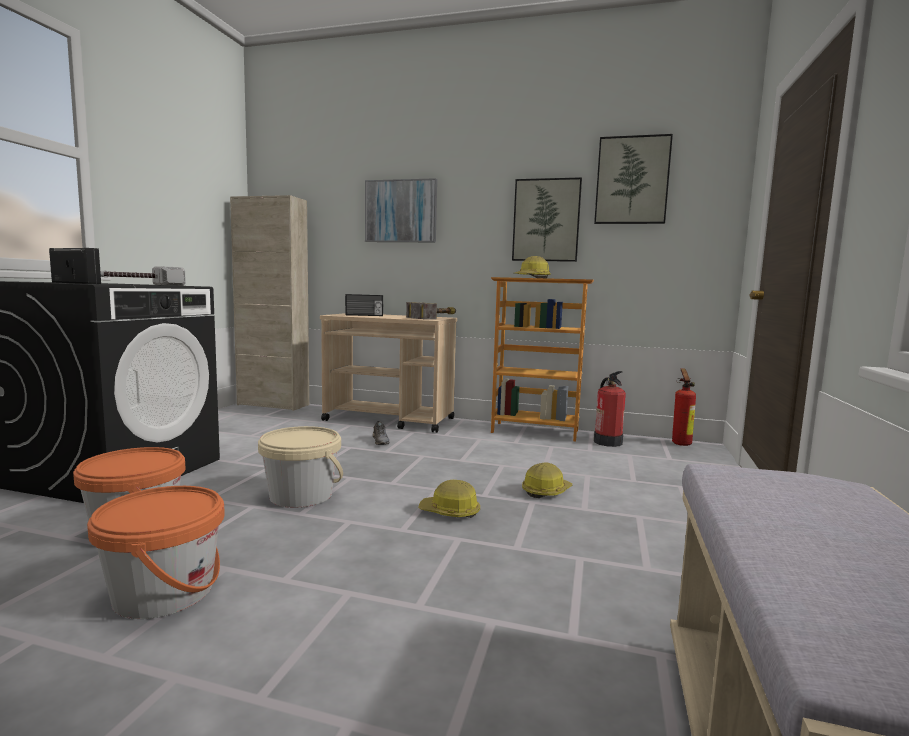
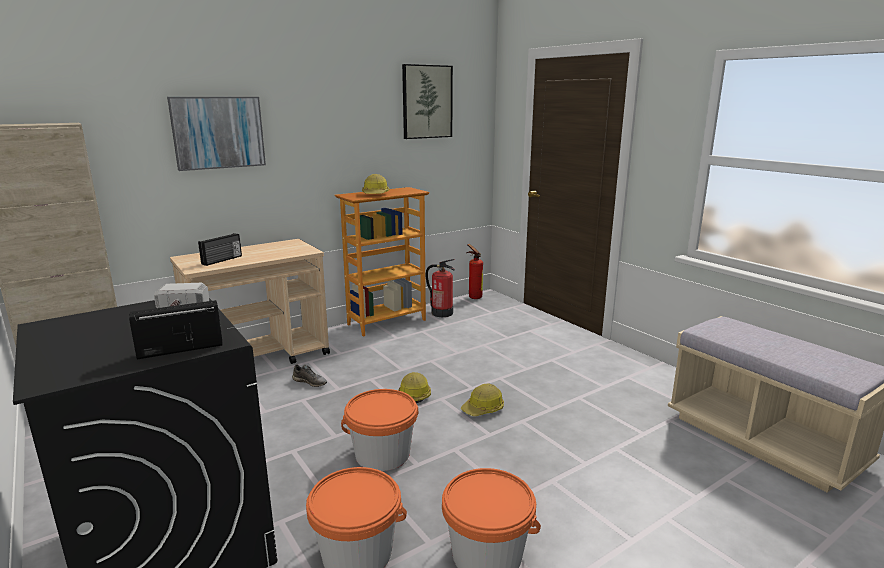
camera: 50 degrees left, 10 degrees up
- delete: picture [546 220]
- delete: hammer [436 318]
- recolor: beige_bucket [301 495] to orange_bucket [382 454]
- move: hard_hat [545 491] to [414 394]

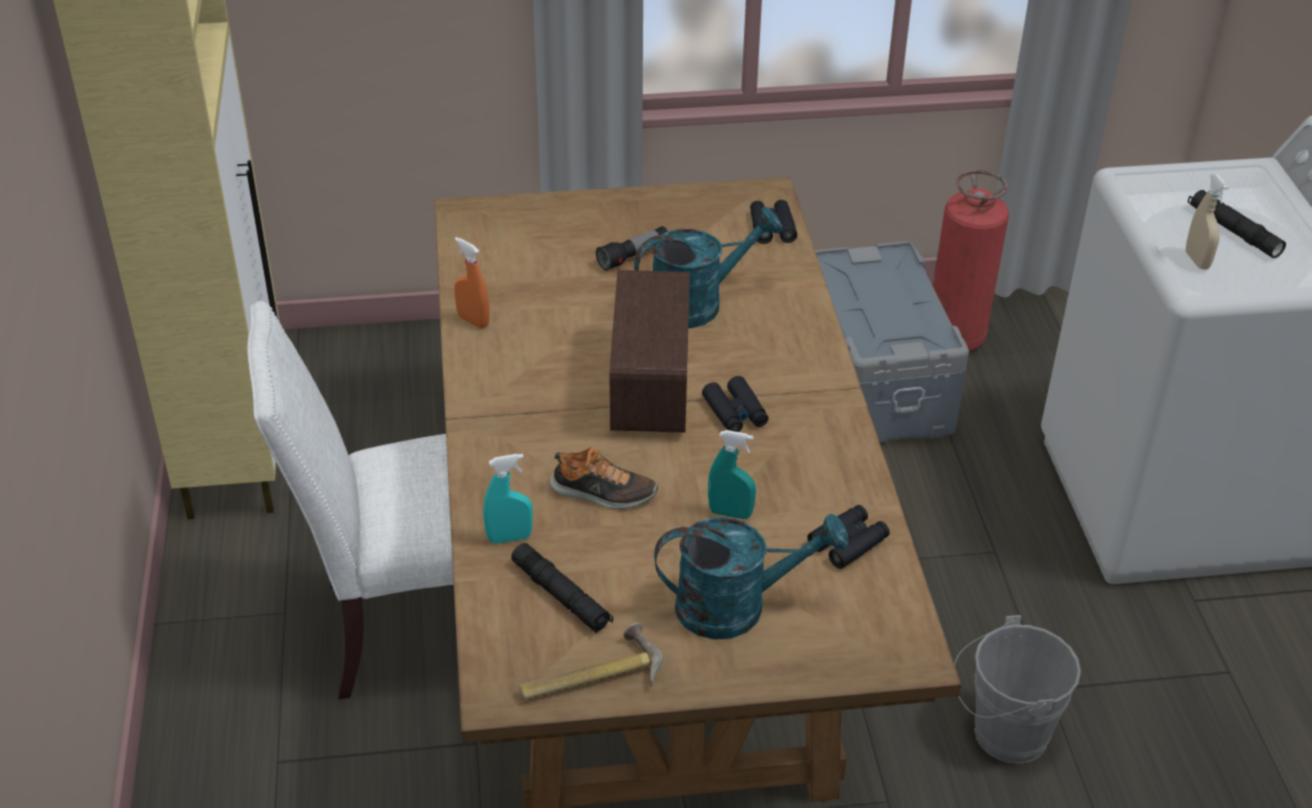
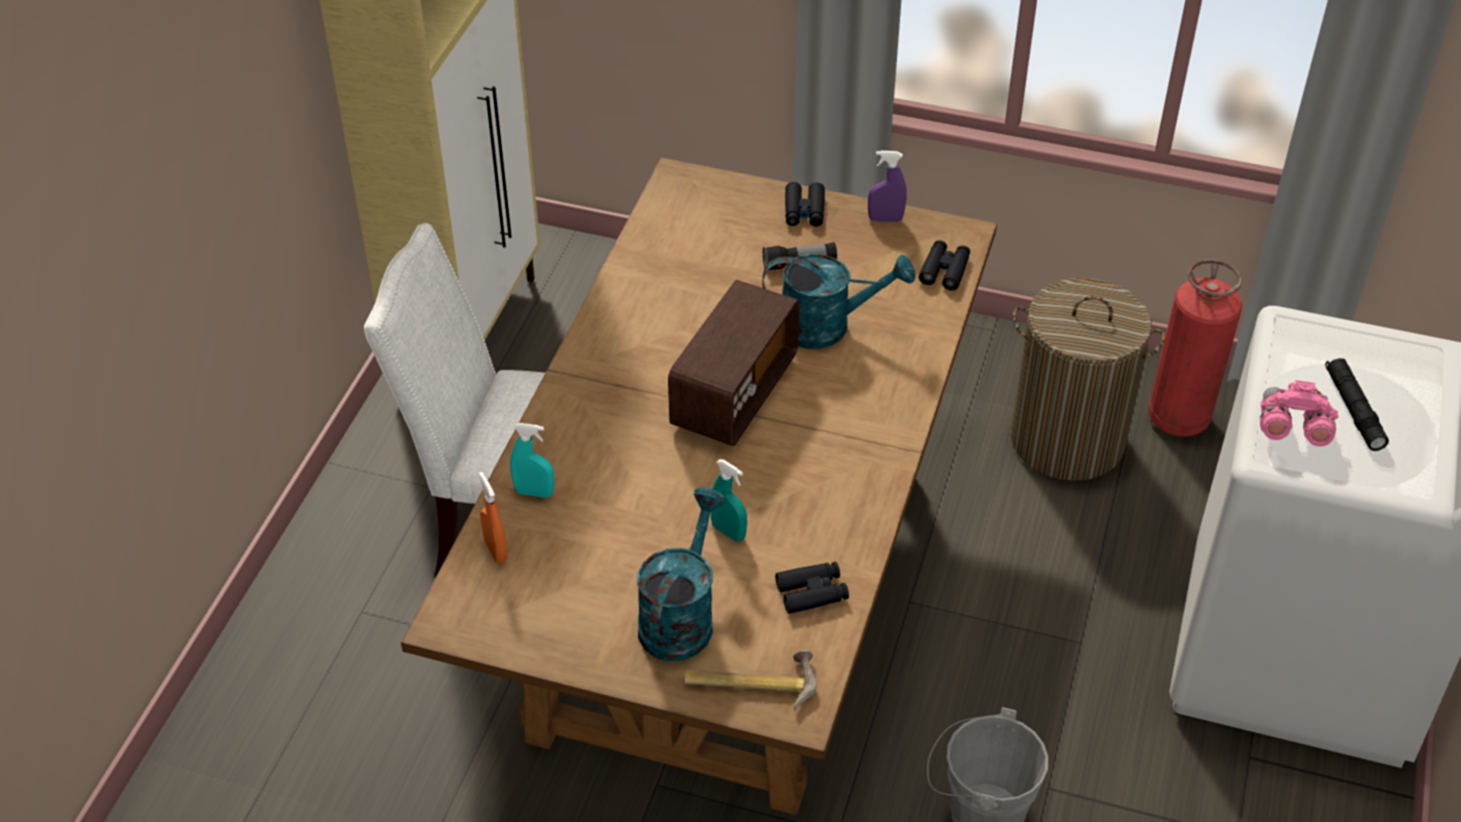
camera: 25 degrees right, 5 degrees up
- replace: beige_spray_bottle [1197 260] to pink_binoculars [1291 429]
- move: orange_spray_bottle [473 321] to [496 550]
- replace: grey_storage_box [873 383] to laundry_basket [1067 440]
- move: black_binoculars [735 412] to [804 211]
- delete: shoe [602 493]
- rotate: turquoise_watering_can [737 606] = [680 616] 90 degrees counterclockwise
- delete: black_flashlight [561 596]
- move: hammer [590 675] to [750 681]
- insert: purple_spray_bottle [885 219]

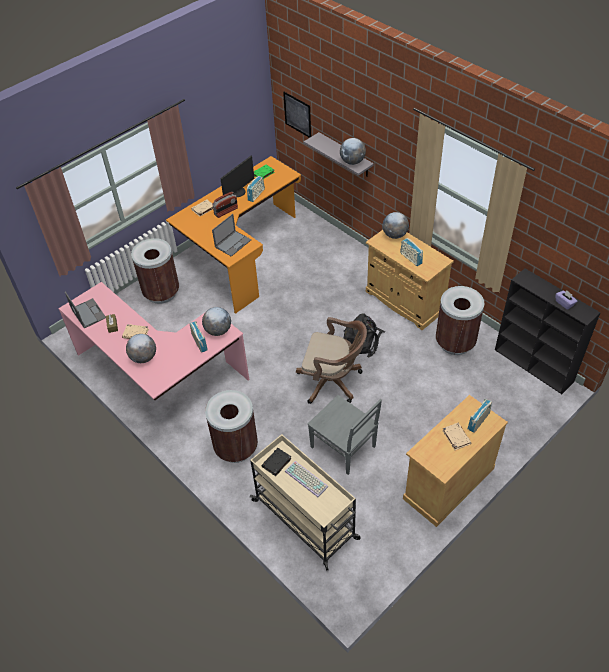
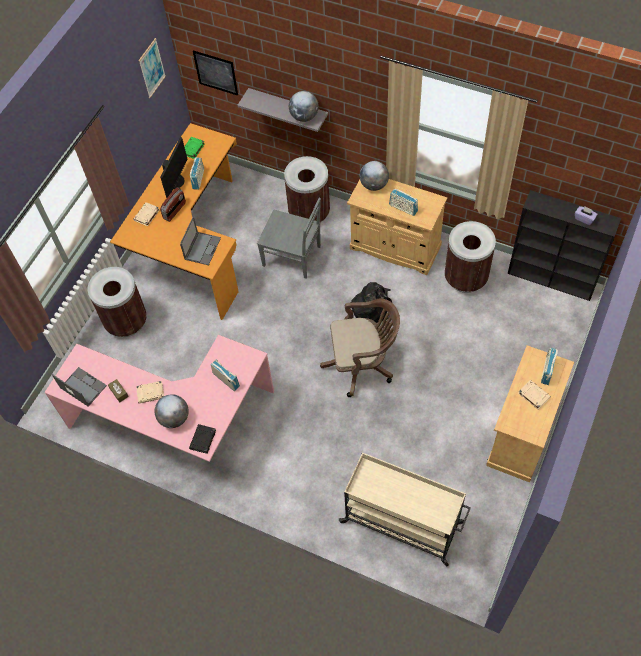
camera: 20 degrees left, 10 degrees up
- delete: globe [218 330]
- move: brown_trash_can [236 447] to [309 213]
- move: grey_chair [344 448] to [293 257]
- move: black_book [276 463] to [203 440]
- delete: keyboard [307 479]
- insert: picture [152 68]

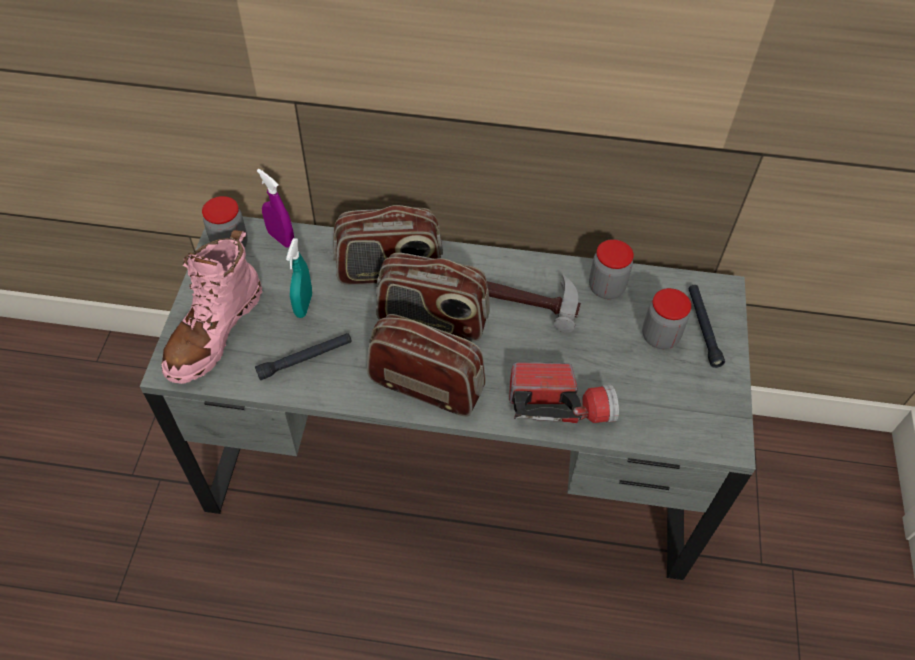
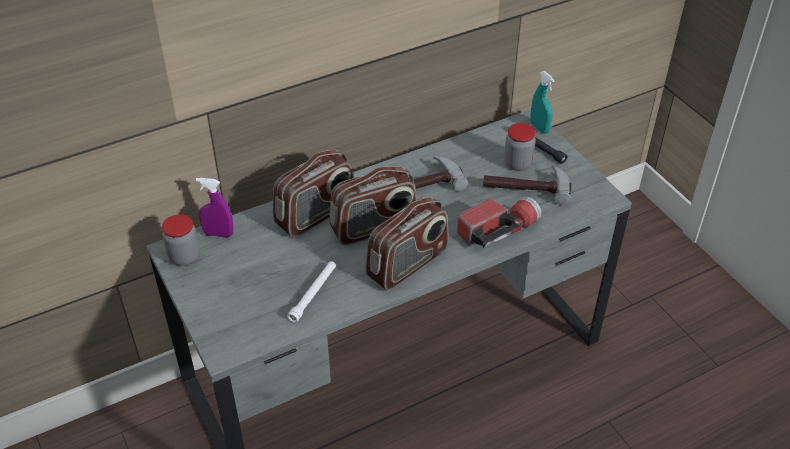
camera: 35 degrees left, 10 degrees down
- delete: pink_boot [214 331]
- move: turquoise_spray_bottle [303 305] to [539 128]
- delete: jar [606 287]
- rotate: radio [426 385] = [408 264] 150 degrees clockwise
- recolor: black_flashlight [305 359] to white_flashlight [313 294]
- insert: hammer [526 187]

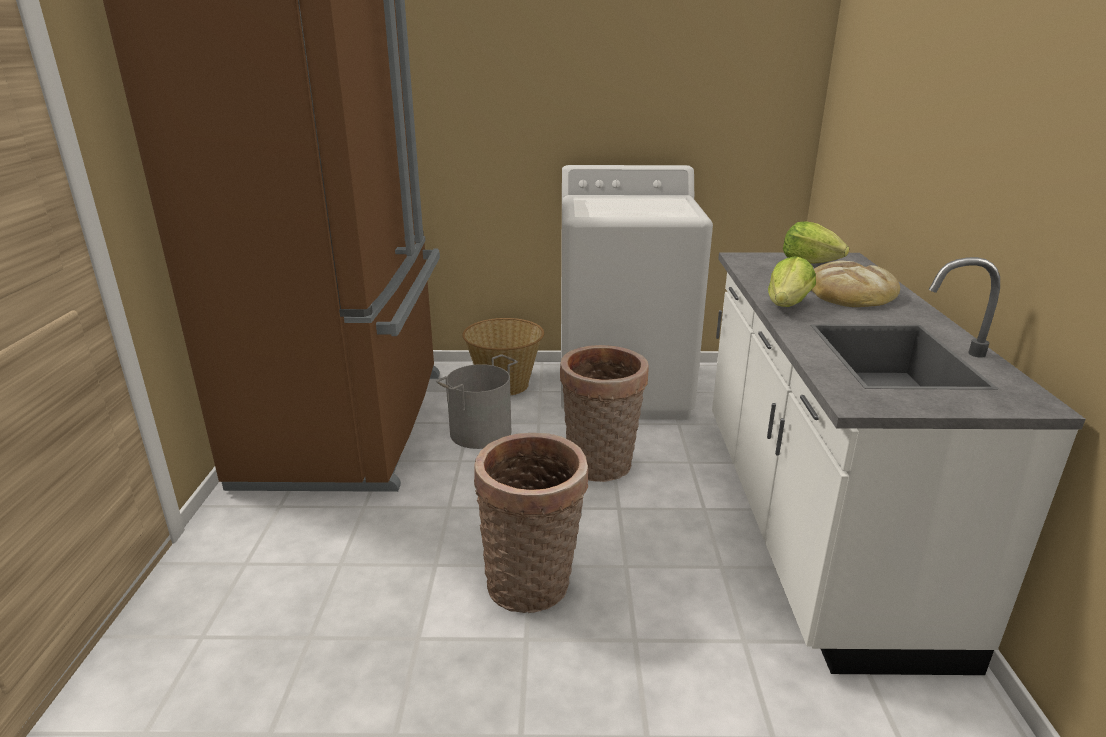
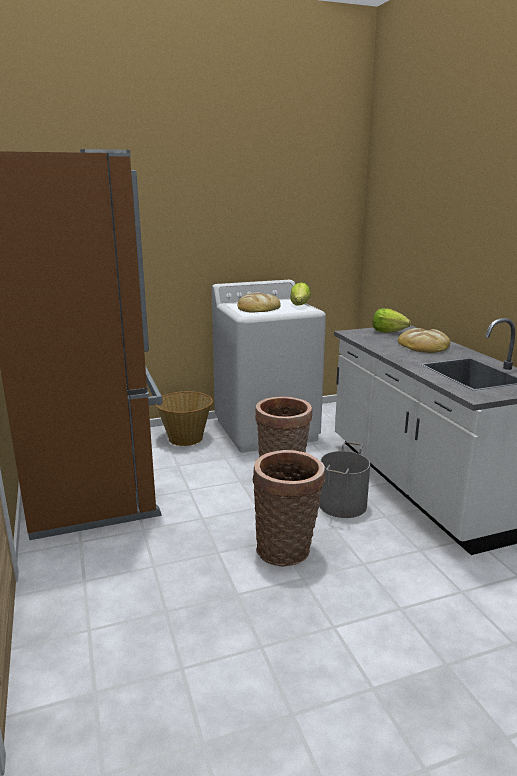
camera: 20 degrees left, 5 degrees down
- move: lettuce [787 305] to [299 305]
- move: grey_bucket [481 433] to [343 504]
- insert: bread [258 307]

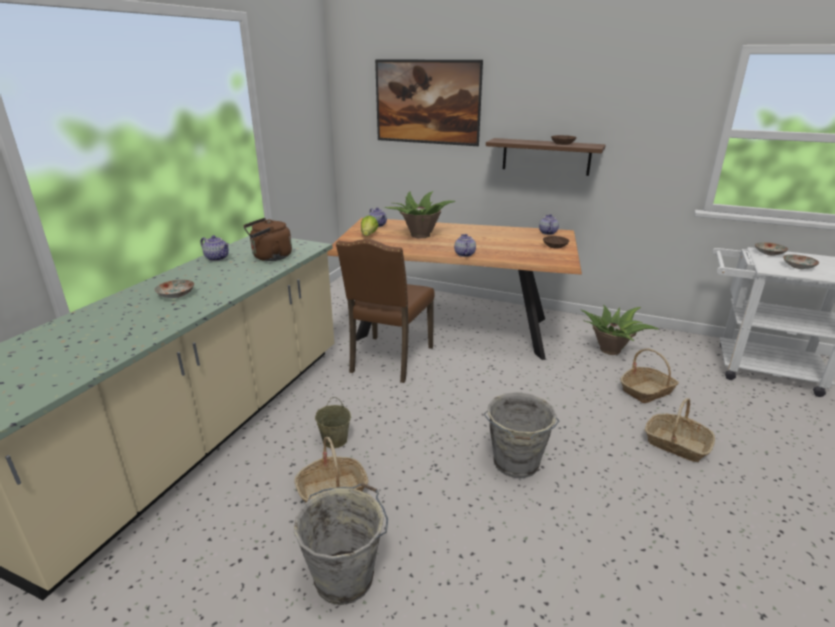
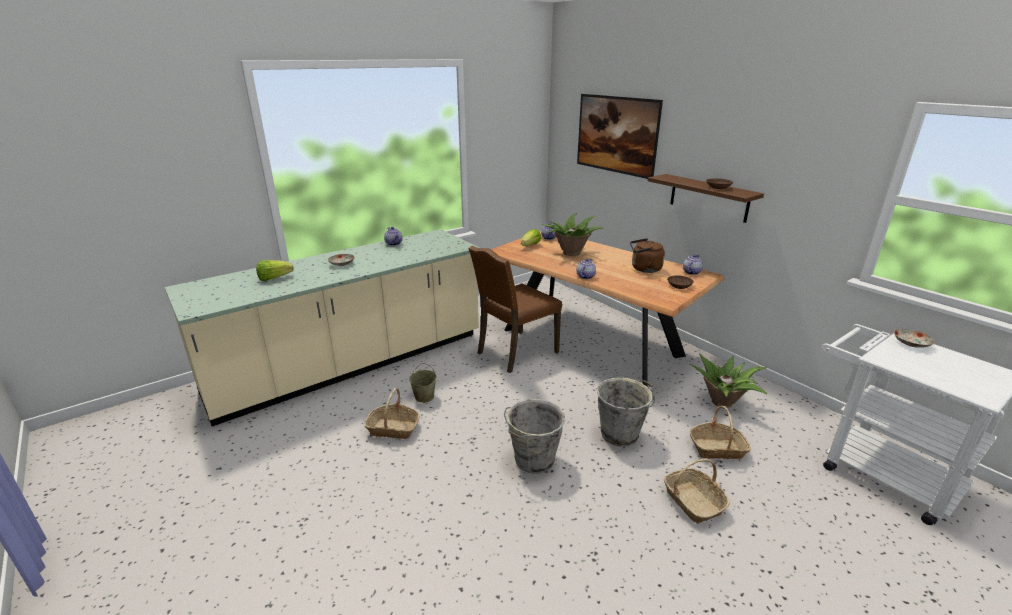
camera: 30 degrees right, 0 degrees up
- move: brown_kettle [270 257] to [644 269]
- delete: plate [799 267]
- move: grey_bucket [346 576] to [620 434]
- insert: lettuce [274 278]

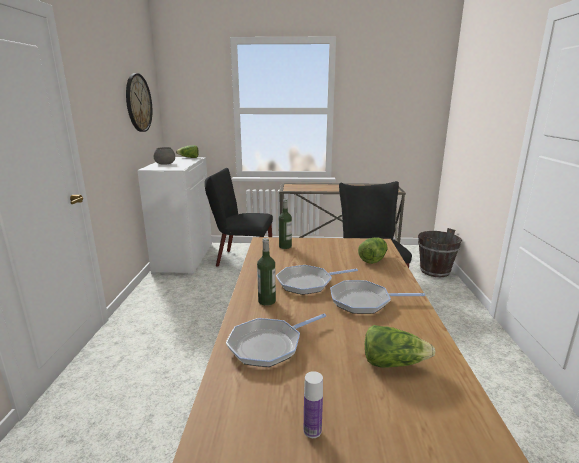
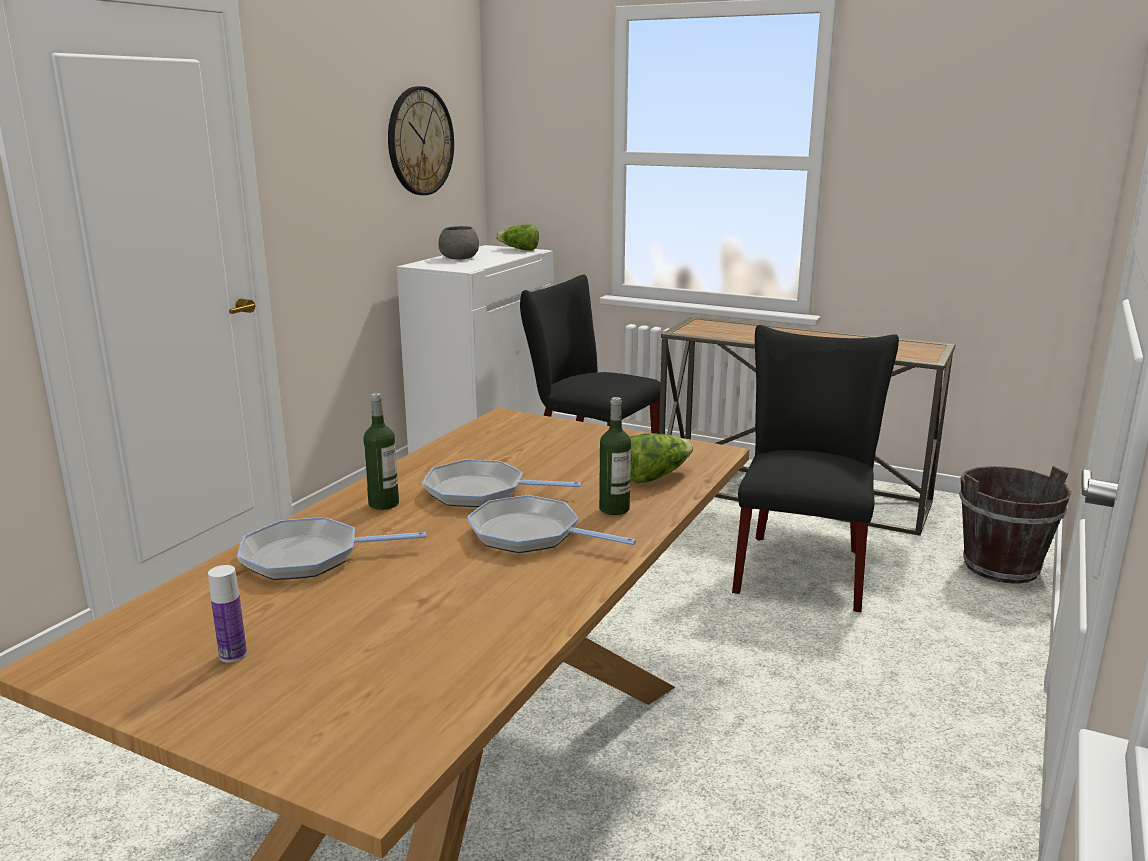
camera: 25 degrees right, 0 degrees up
- move: bottle [285 246] to [614 509]
- delete: lettuce [393 362]

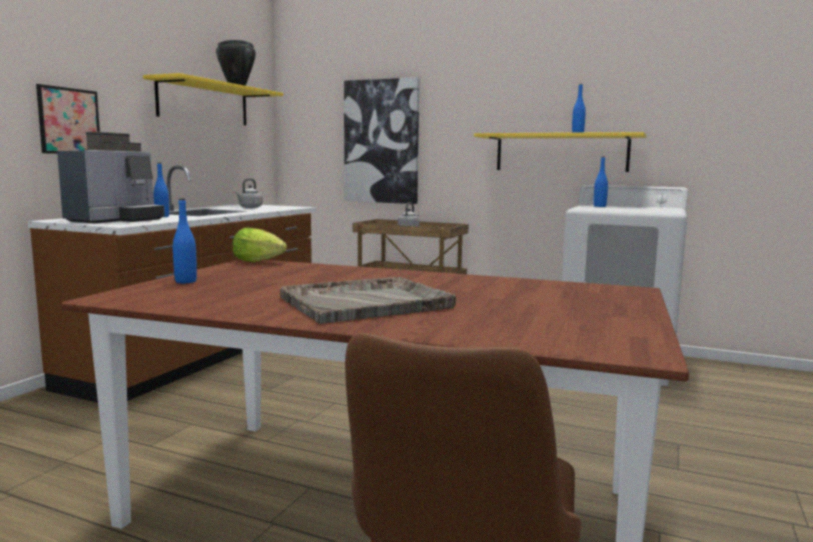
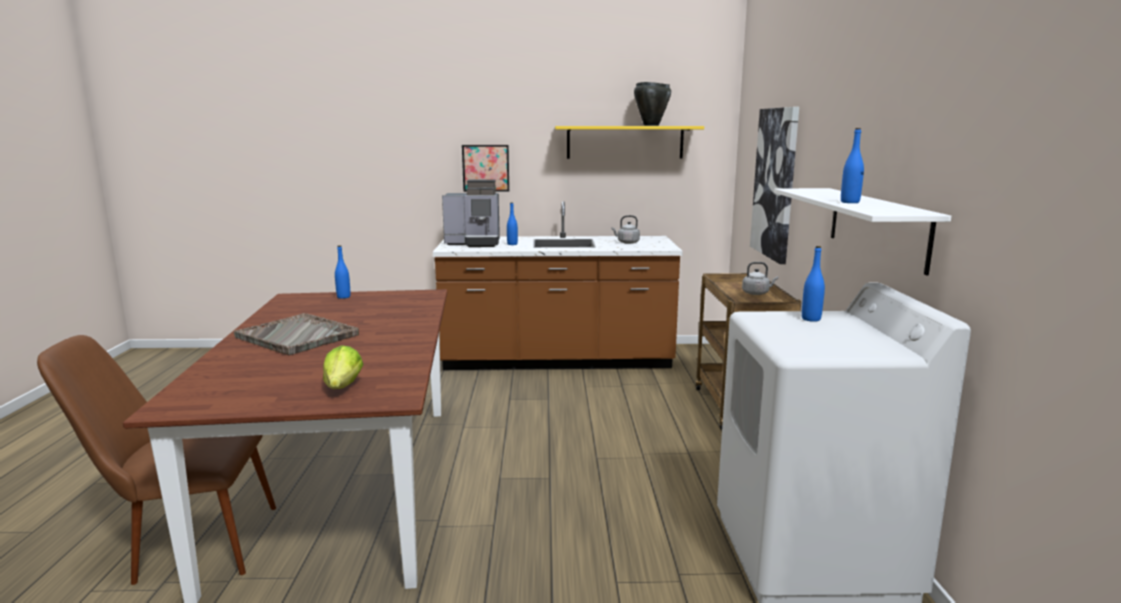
camera: 65 degrees right, 5 degrees up
- recolor: yellow_shelf [561 153] to white_shelf [877 226]
- move: lettuce [257 261] to [343 387]

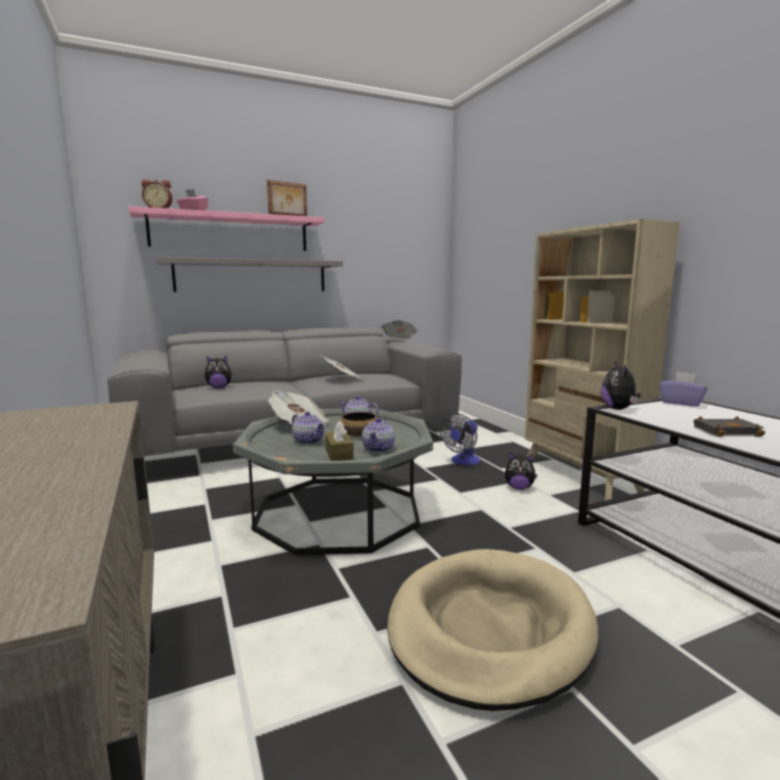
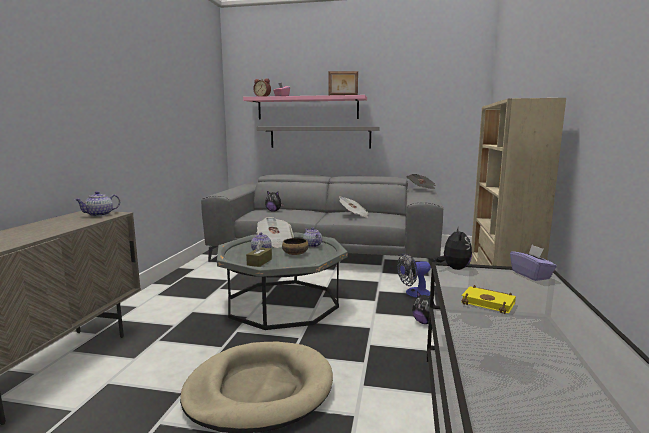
camera: 35 degrees right, 0 degrees up
- rotate: plush_toy [619 409] = [454 268] 150 degrees clockwise
- recolor: black_book [727 431] to yellow_book [489 303]
- move: teapot [379 449] to [100 214]

